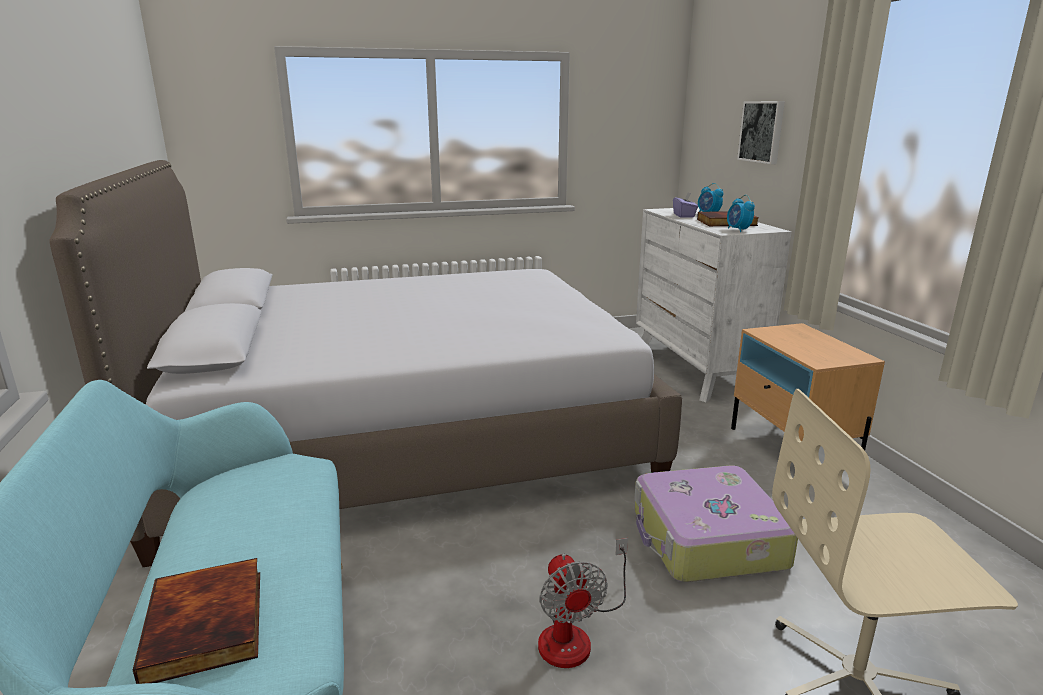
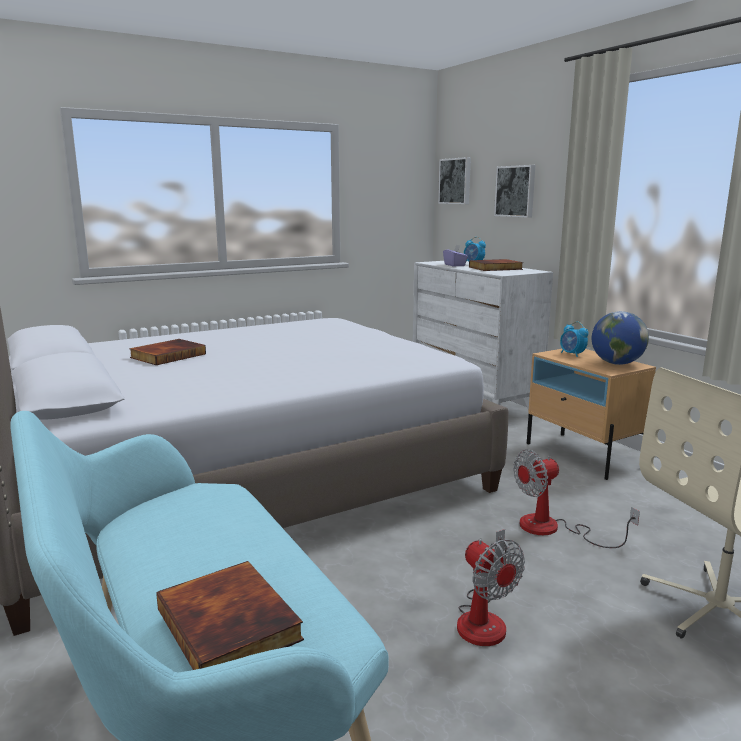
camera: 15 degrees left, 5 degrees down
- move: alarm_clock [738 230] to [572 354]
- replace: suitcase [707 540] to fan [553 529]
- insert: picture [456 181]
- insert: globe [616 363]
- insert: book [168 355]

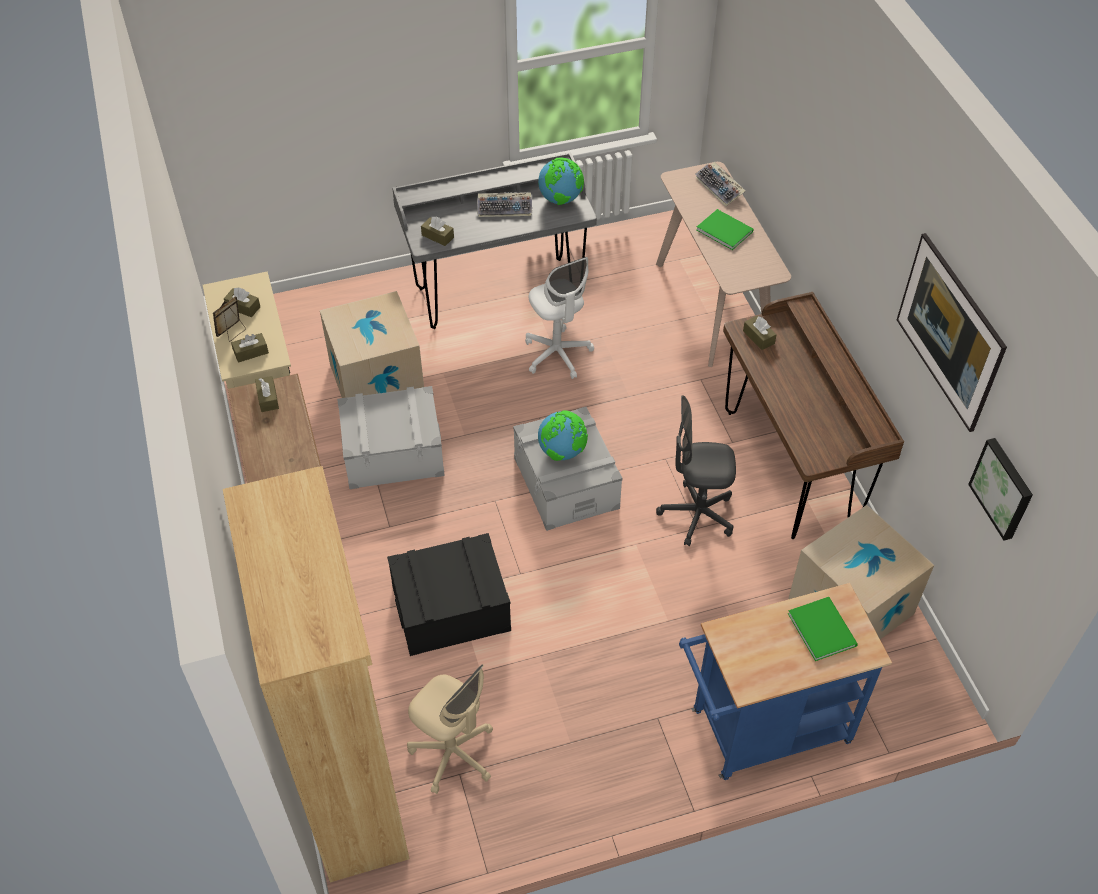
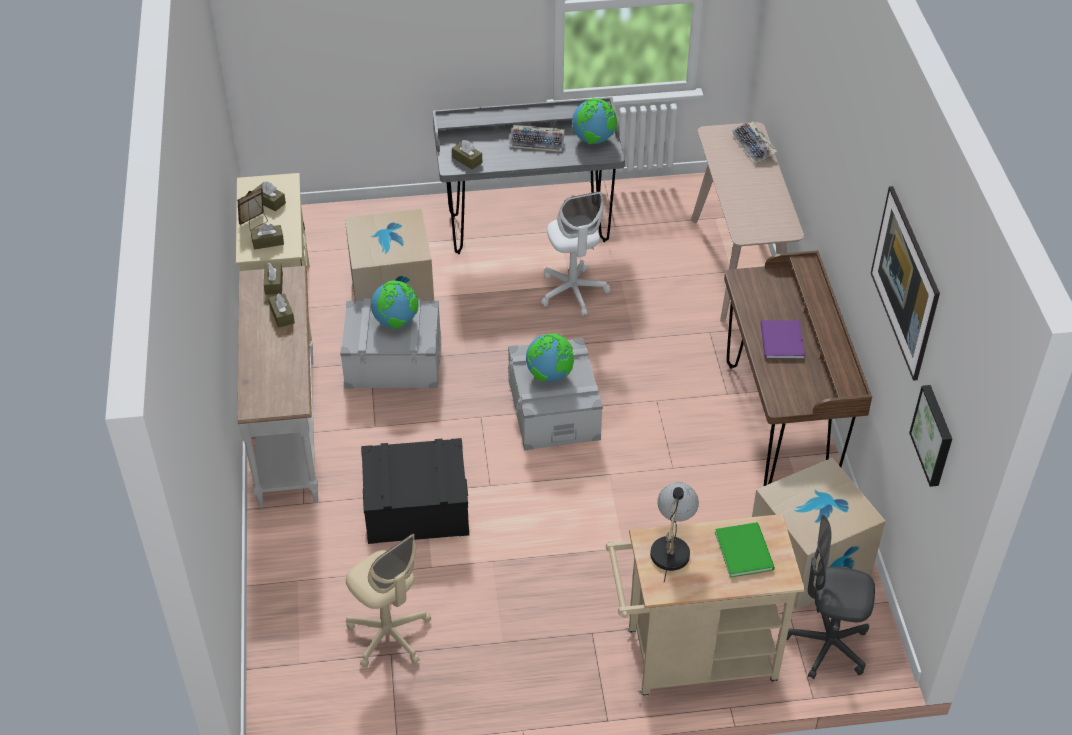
camera: 10 degrees right, 5 degrees down
- delete: green_book [724 229]
- move: brown_tissue_box [758 337] to [282 315]
- move: grey_office_chair [697 515] to [827 645]
- delete: brown_bookcase [352 783]
- recolor: blue_cart [761 730] to beige_cart [691 659]
- insert: globe [396 321]
- insert: purple_book [780 342]
- insert: table_lamp [671 545]

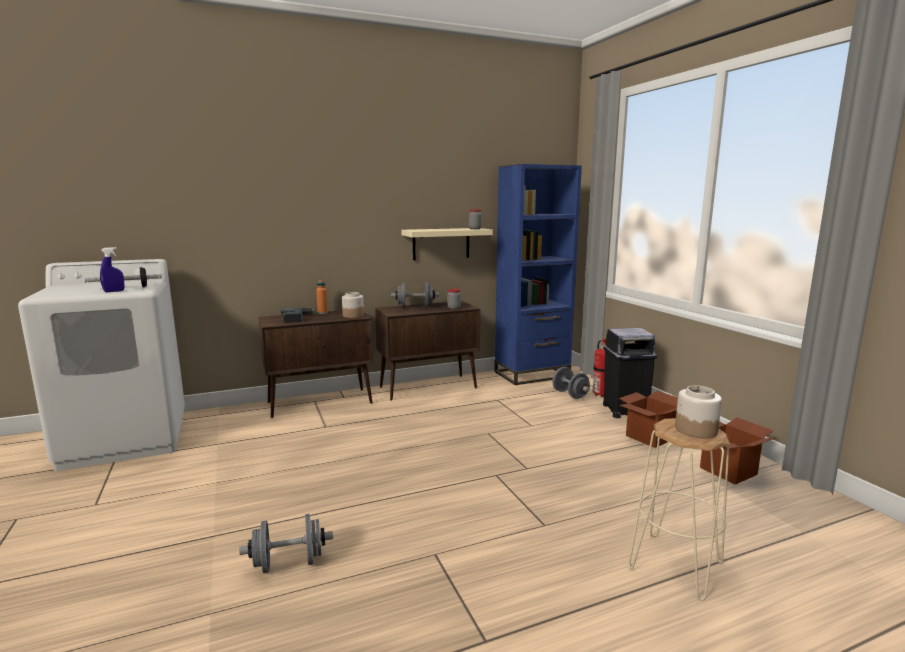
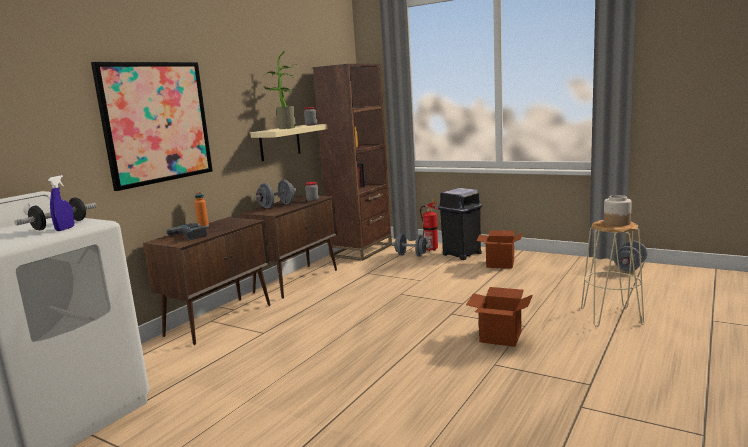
camera: 35 degrees left, 0 degrees up
- recolor: blue_bookcase [532 374] to brown_bookcase [361 250]
- delete: jar [353 315]
- move: cardboard_box [728 471] to [500 337]
- move: grey_dumbbell [289 563] to [630 267]
- insert: potted_plant [286 128]
- insert: picture [156 122]

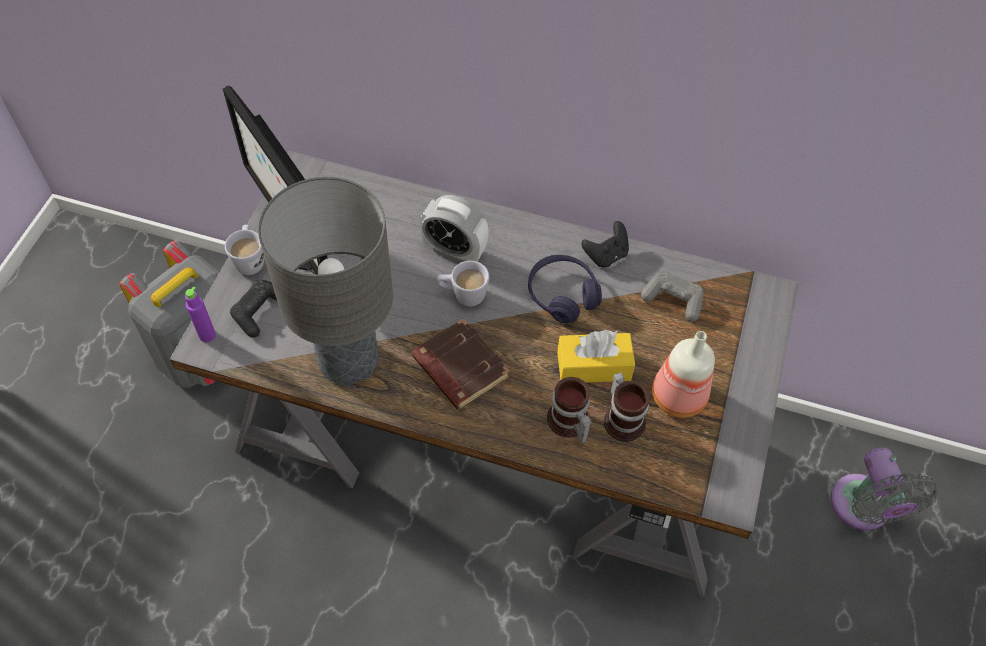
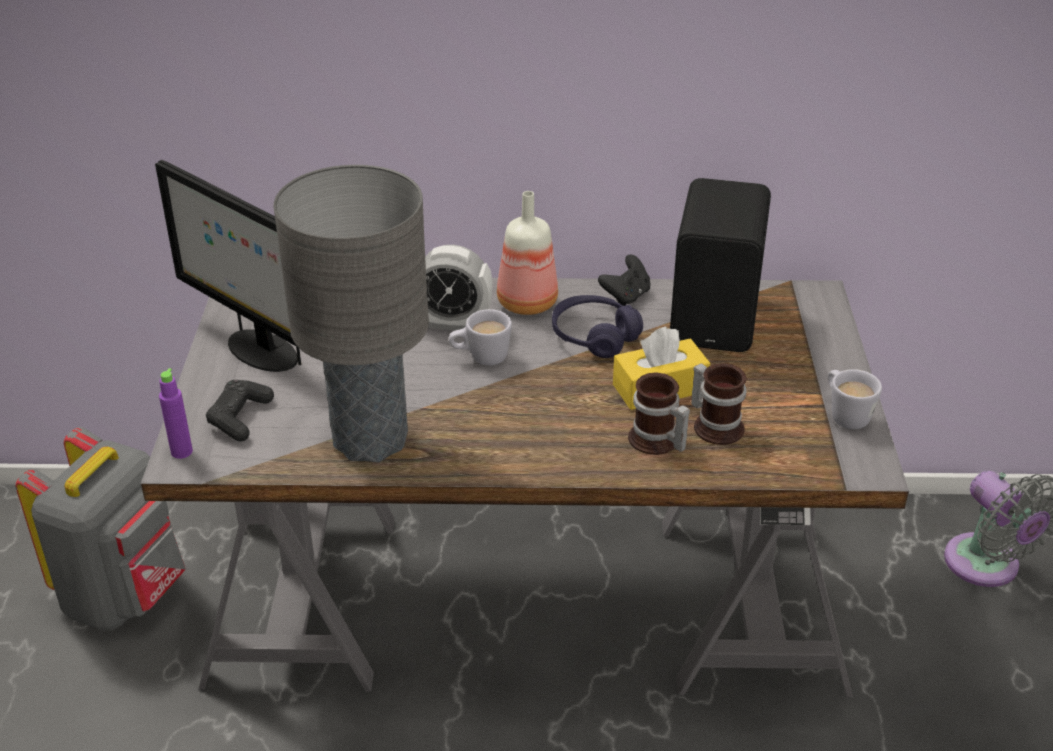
camera: 15 degrees left, 20 degrees down
- move: white_mug [250 259] to [845 414]
- replace: grey_game_controller [673 300] to black_speaker [718 318]
- delete: brown_book [458 368]
- move: bottle [676 398] to [526 304]

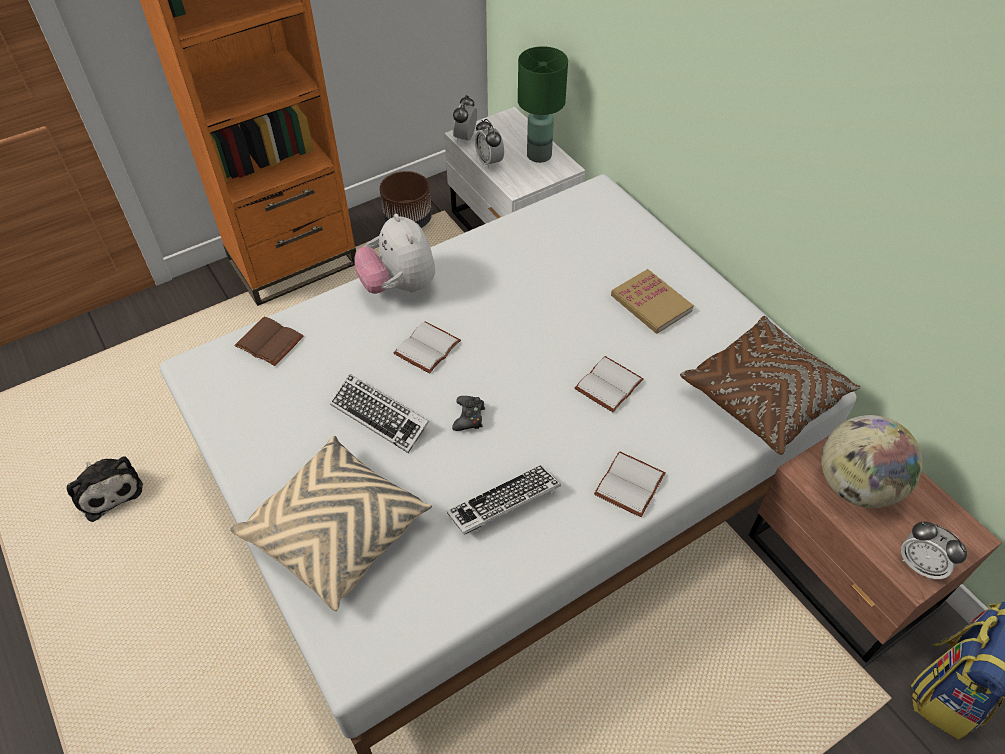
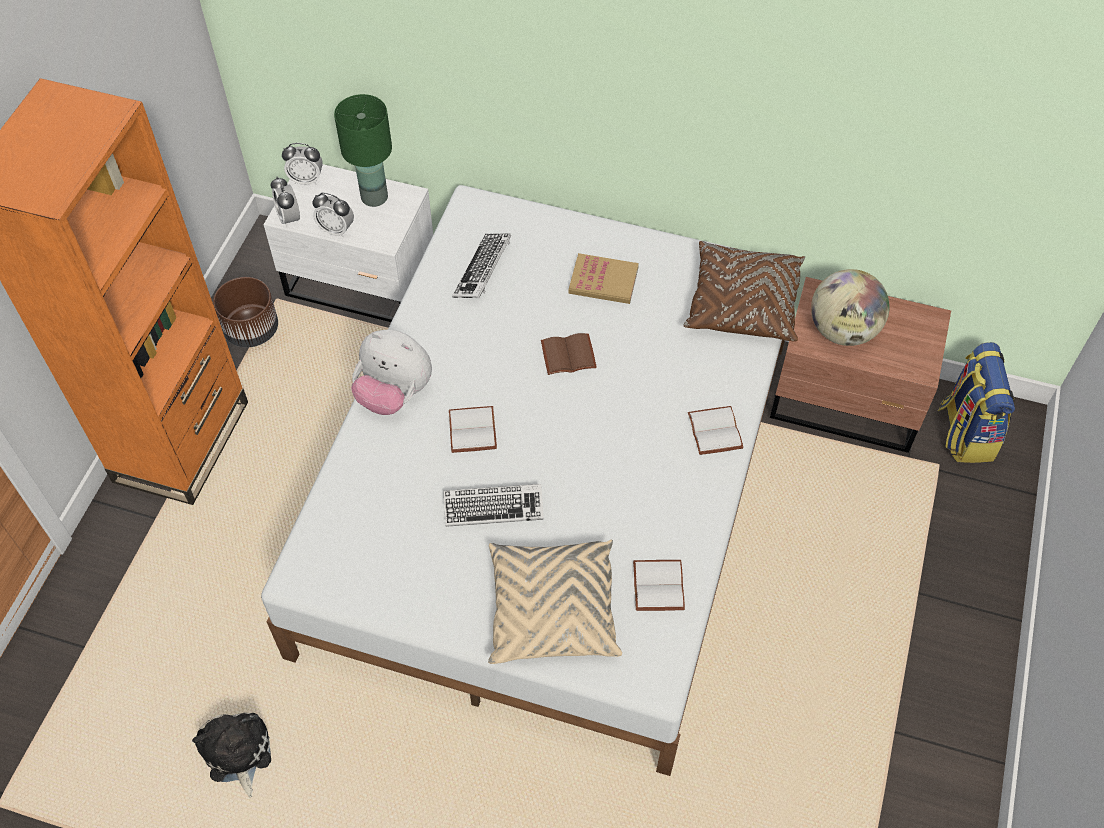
camera: 40 degrees left, 5 degrees up
- move: brown_book [271 341] to [569 354]
- move: white_book [608 383] to [656 585]
- delete: black_game_controller [469 417]
- rotate: plush_toy [107 489] = [237 755] 120 degrees counterclockwise
- move: keyboard [504 503] to [483 270]
- move: alarm_clock [920 564] to [306 179]

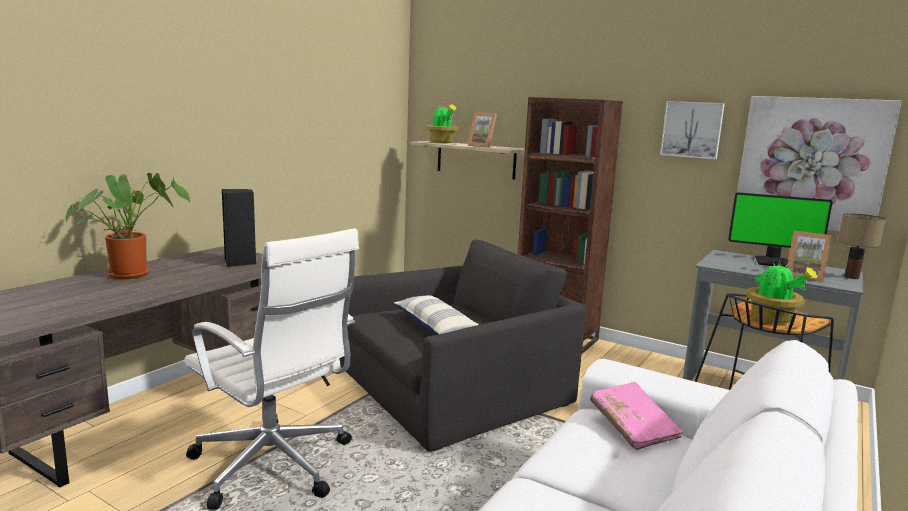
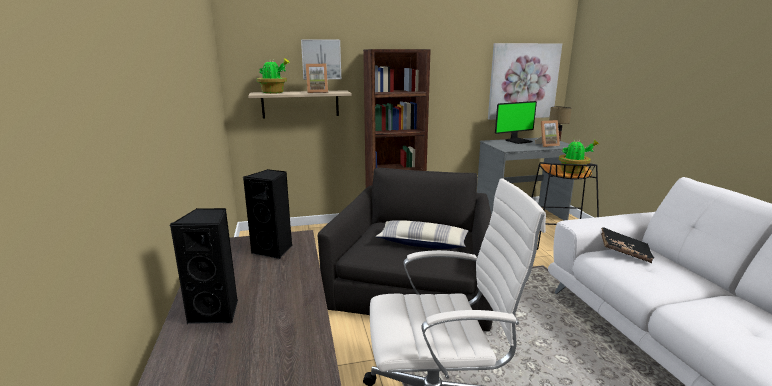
camera: 45 degrees left, 5 degrees up
- move: picture [692 129] to [321 59]
- replace: potted_plant [132 274] to black_speaker [217 312]
- recolor: pink_book [633 427] to black_book [624 252]

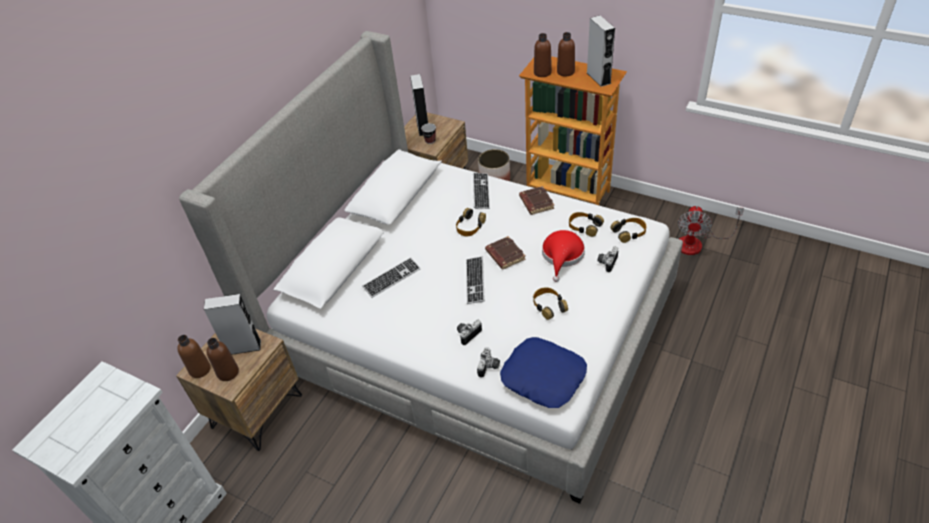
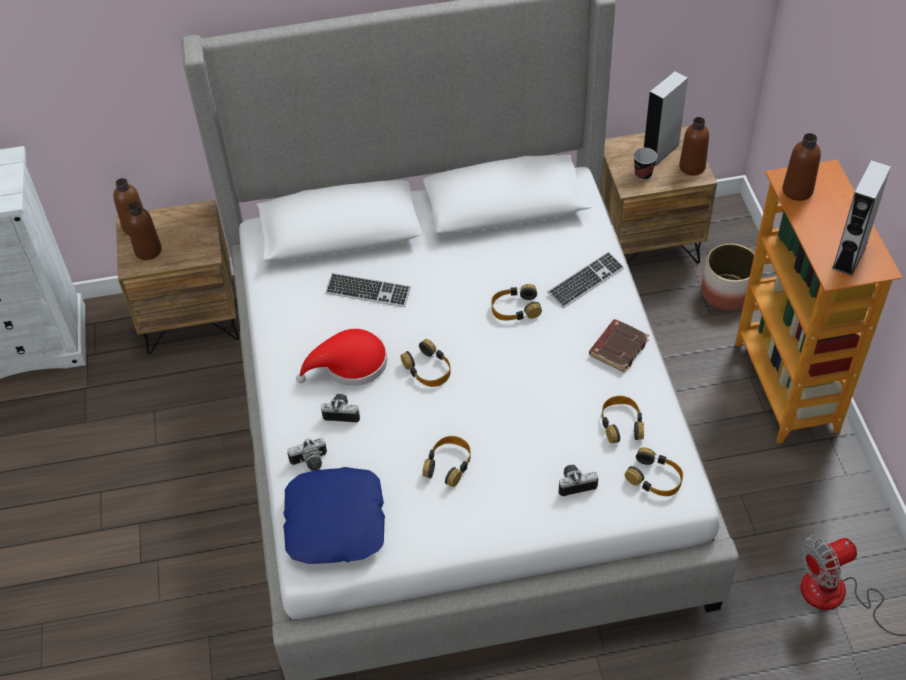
camera: 50 degrees right, 5 degrees up
- move: brown_bottle [565 72] to [692 167]
- move: red_hat [562 255] to [350 364]
- delete: brown_book [504 255]
- replace: keyboard [475 281] to headphones [428 369]
- delete: grey_speaker [243 347]

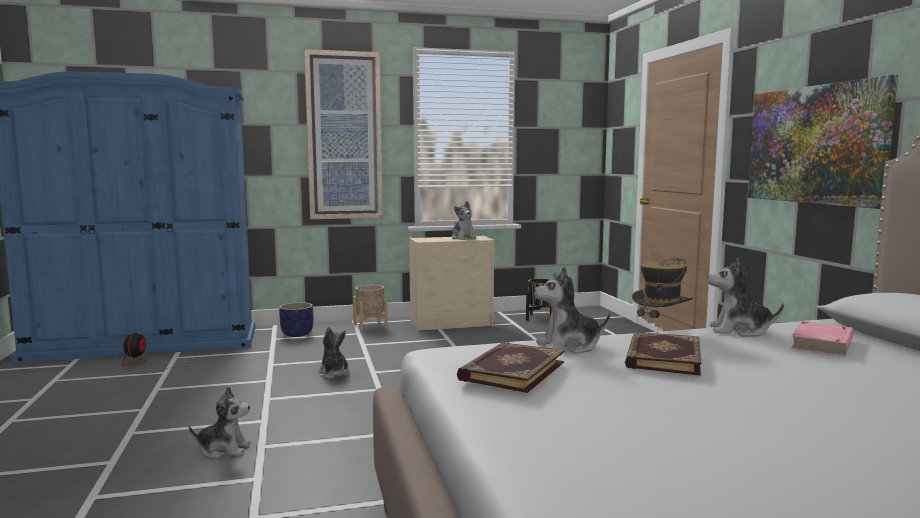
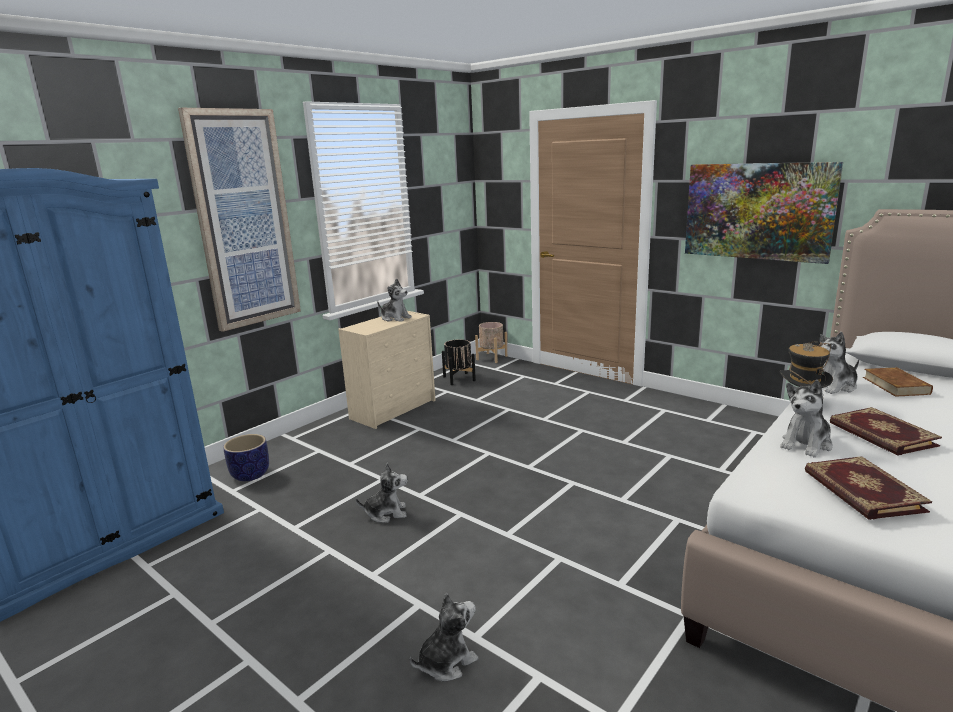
camera: 35 degrees left, 10 degrees up
- move: beige_planter [370 326] to [491 358]
- recolor: pink_book [822 344] to brown_book [895 385]
- rotate: plush_toy [334 374] = [386 513] 150 degrees clockwise
- delete: fan [141 365]

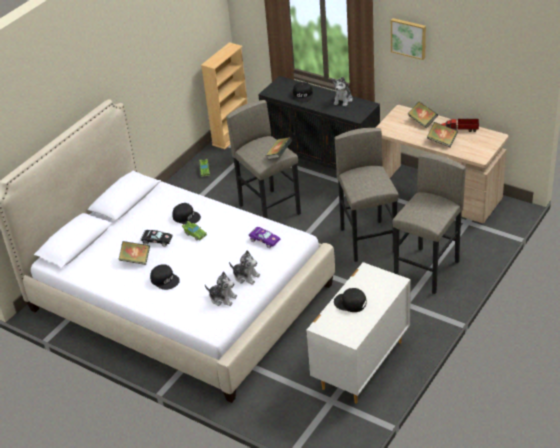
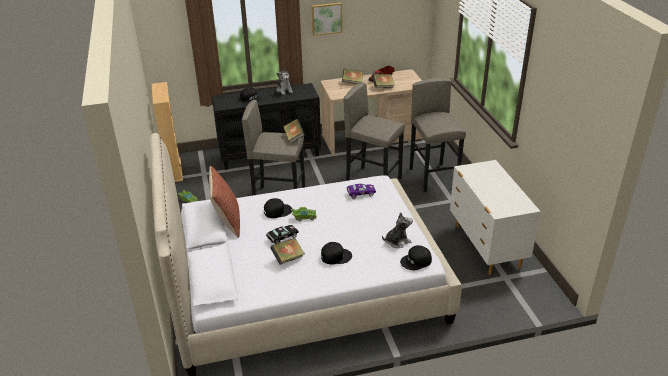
camera: 50 degrees left, 5 degrees down
- delete: plush_toy [246 276]
- move: black_cap [350 303] to [416 261]
- insert: pillow [227 222]

